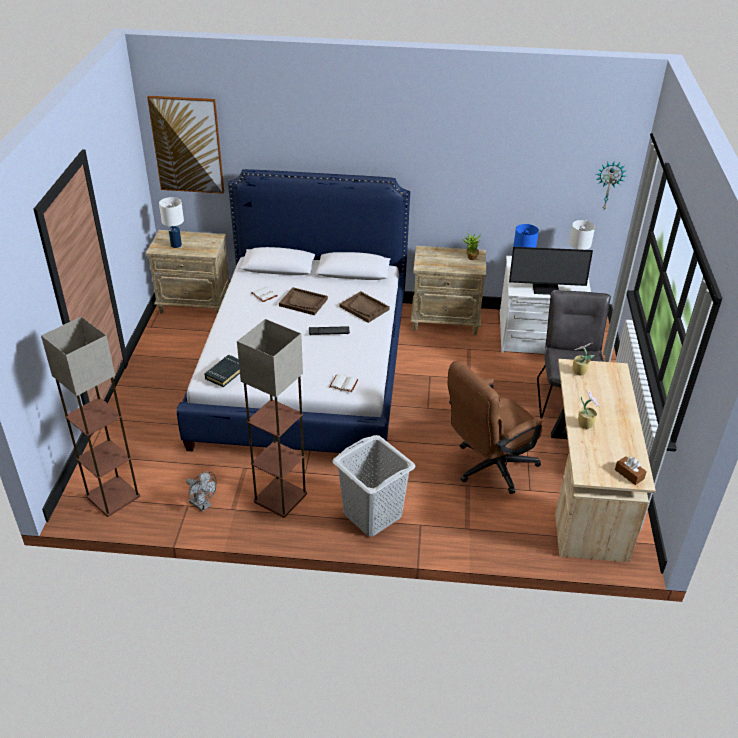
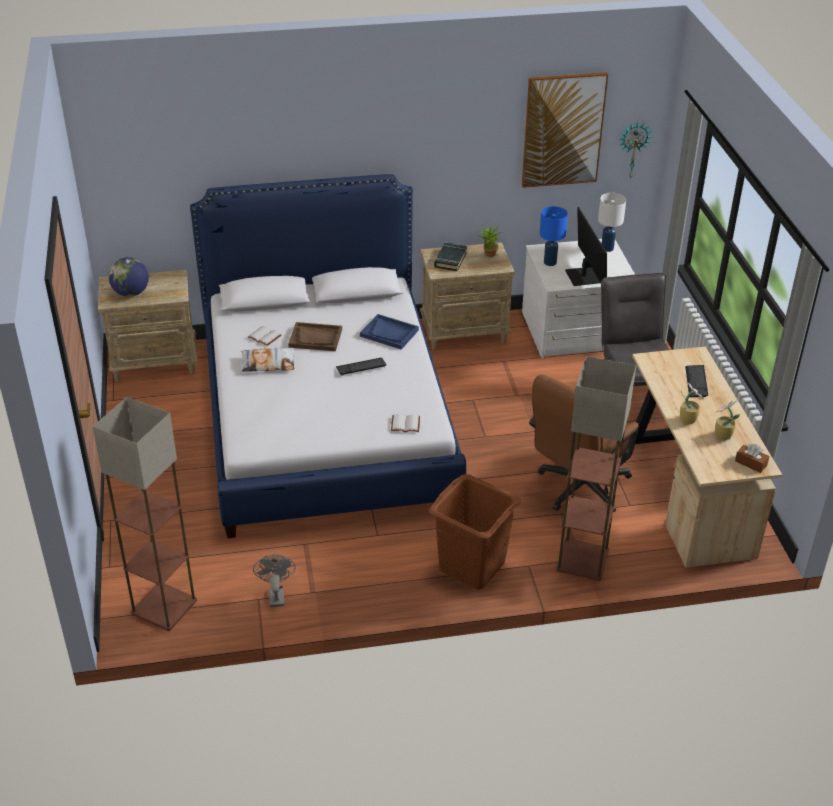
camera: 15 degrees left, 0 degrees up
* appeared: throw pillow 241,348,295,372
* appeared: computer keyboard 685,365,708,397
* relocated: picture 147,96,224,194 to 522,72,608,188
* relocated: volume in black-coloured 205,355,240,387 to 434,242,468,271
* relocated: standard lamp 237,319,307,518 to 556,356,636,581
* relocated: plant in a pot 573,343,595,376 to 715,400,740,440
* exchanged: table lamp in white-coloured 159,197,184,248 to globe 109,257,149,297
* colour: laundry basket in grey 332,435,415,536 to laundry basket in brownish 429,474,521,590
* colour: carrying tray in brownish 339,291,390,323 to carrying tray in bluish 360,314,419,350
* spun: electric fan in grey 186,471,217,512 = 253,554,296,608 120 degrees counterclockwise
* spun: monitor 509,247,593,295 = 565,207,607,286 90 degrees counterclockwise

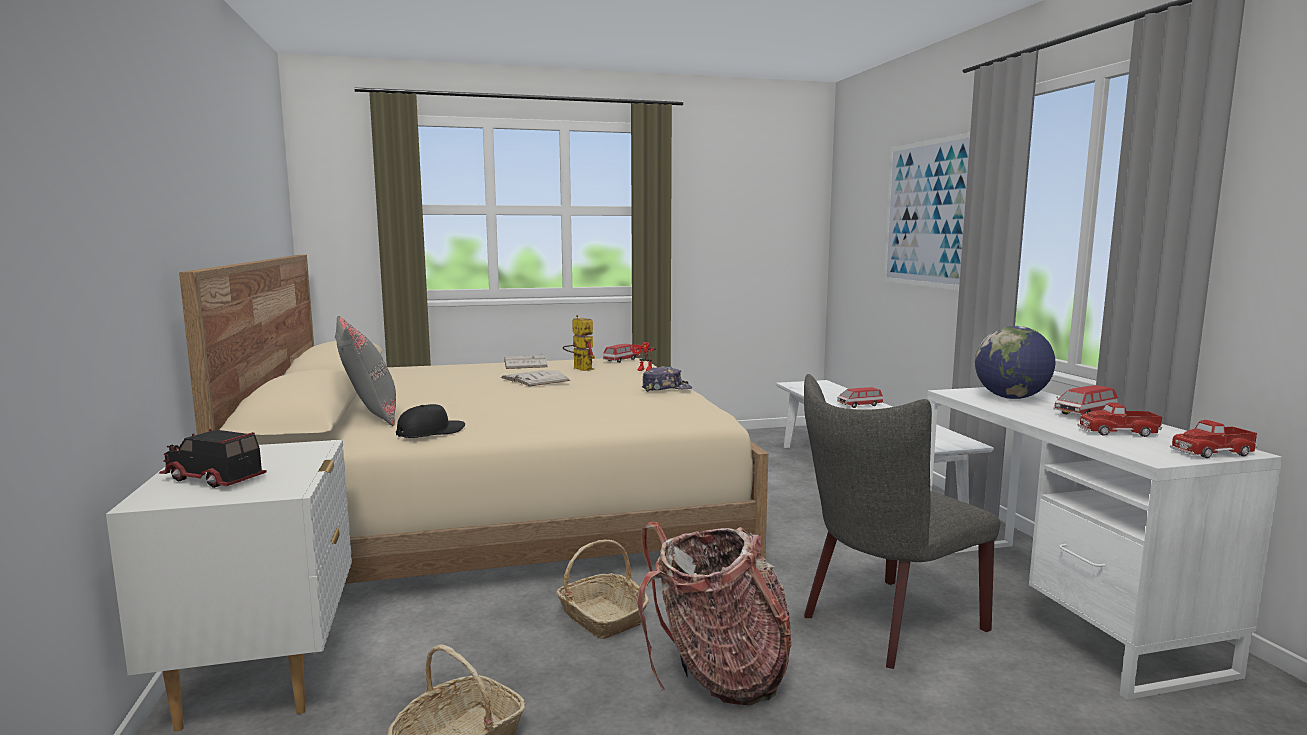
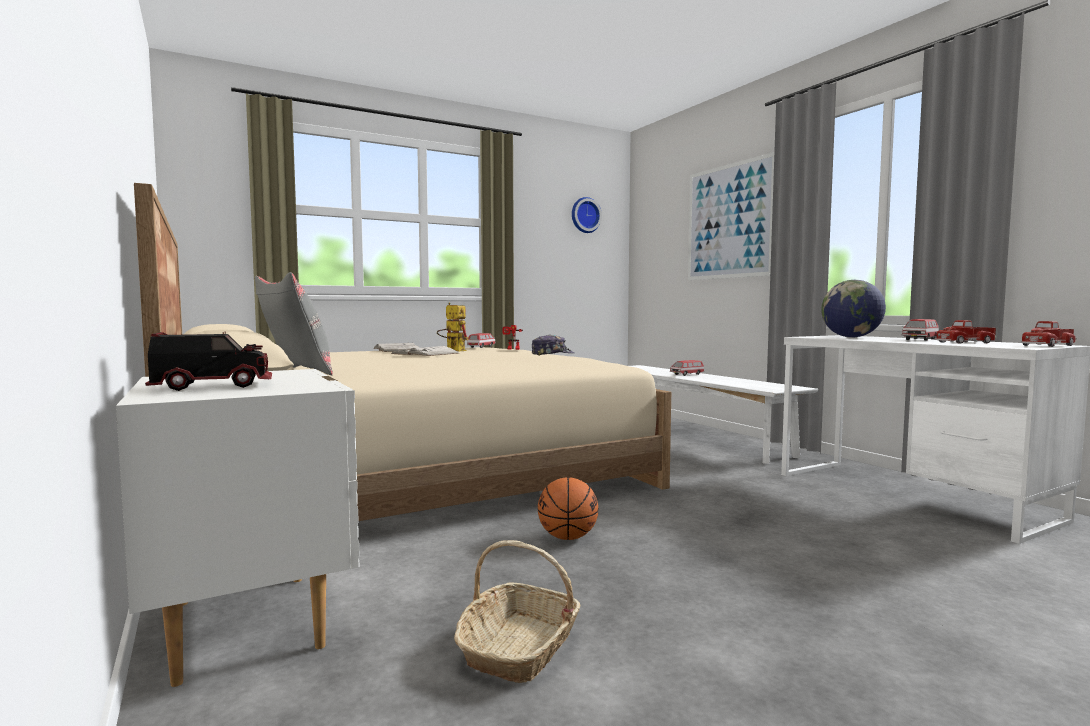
camera: 15 degrees left, 5 degrees down
* missing: baseball cap in black-coloured 396,404,465,438
* missing: rucksack 637,522,791,705
* missing: upright chair in grey 804,374,1000,669
* appeared: wall clock 572,197,602,233
* exchanged: household basket 556,540,649,639 to ball for basketball 538,478,598,540
* spun: toy lorry 158,429,267,488 = 145,331,272,391 150 degrees clockwise

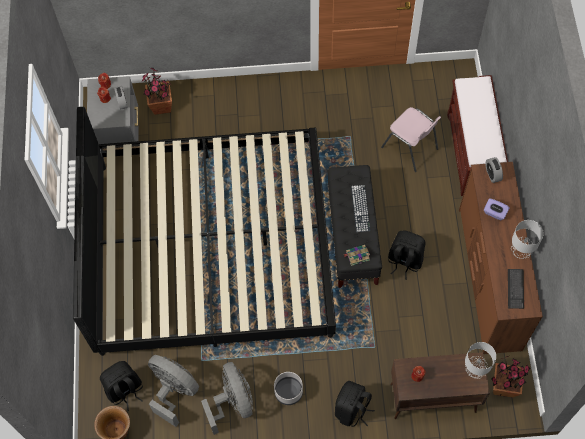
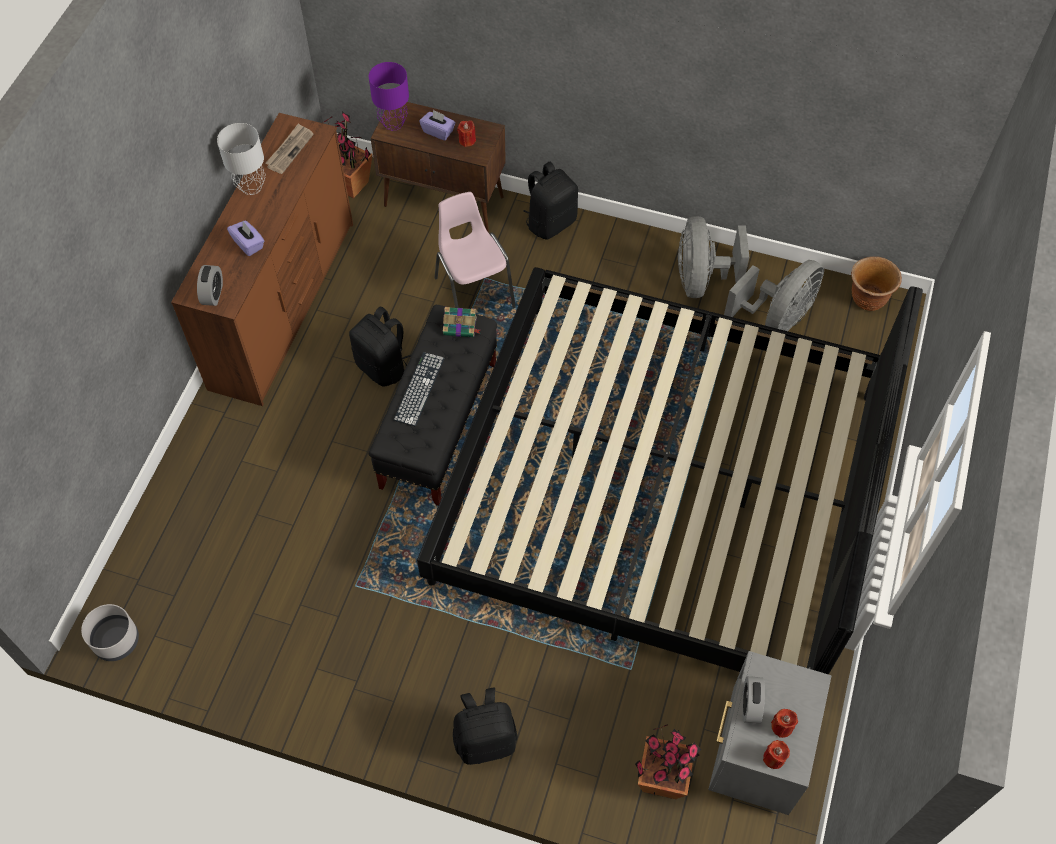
camera: 160 degrees left, 5 degrees down
* missing: indoor bench in brownish 447,75,508,196
* appeared: box of tissues in purple 420,110,456,141
* relocated: rucksack in black-coloured 100,361,143,411 to 453,688,518,765
* relocated: planter in grey 274,372,303,405 to 81,604,139,661
* relocated: upright chair in pink 381,107,441,172 to 434,192,516,308
* exchanged: computer keyboard 508,269,524,309 to daily paper 265,123,314,174
* colour: table lamp in grey 465,342,496,379 to table lamp in purple 369,62,409,131
* spun: electric fan in grey 148,355,199,427 = 724,260,824,331 105 degrees counterclockwise

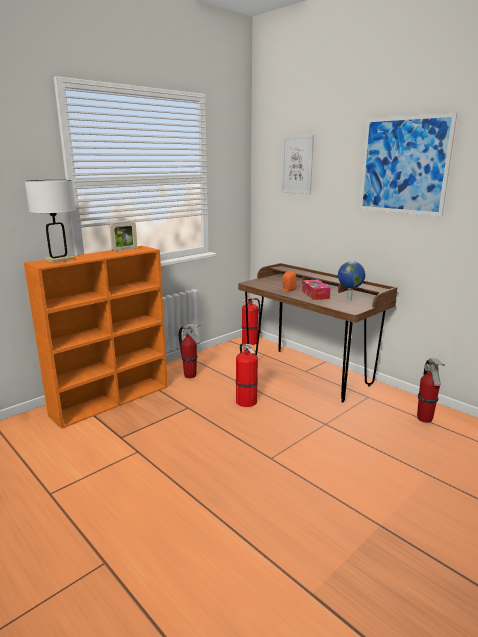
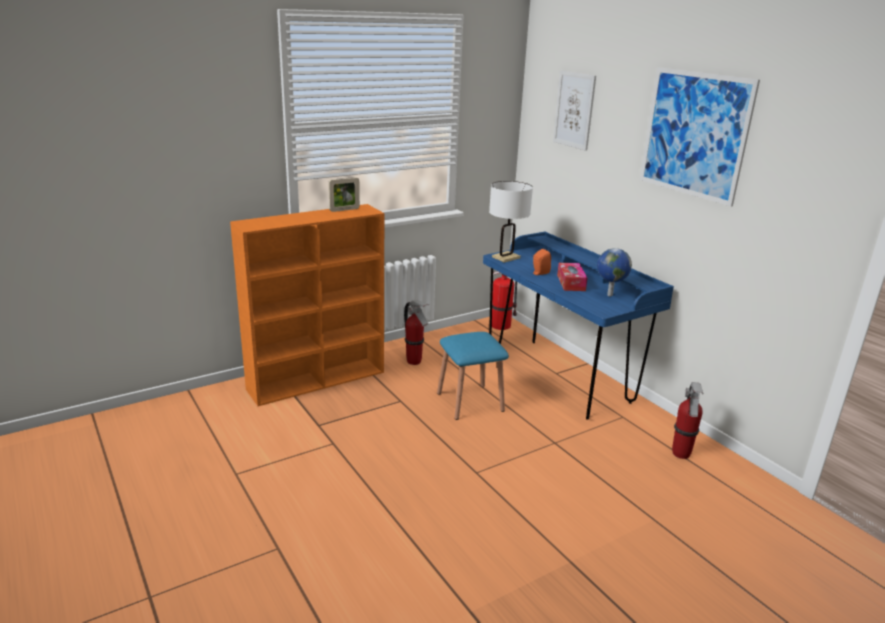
camera: 10 degrees right, 5 degrees up
* relocated: table lamp in white-coloured 25,180,76,263 to 489,181,533,263
* exchanged: extinguisher 236,344,258,407 to stool seat in bluish 437,332,509,420
* colour: desk table in brownish 238,263,397,403 to desk table in bluish 483,232,674,420

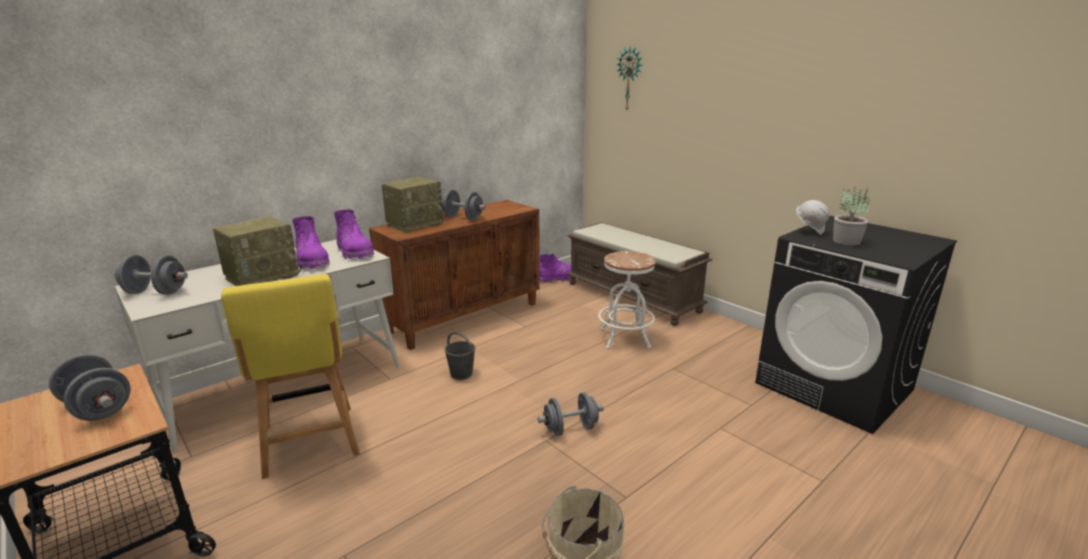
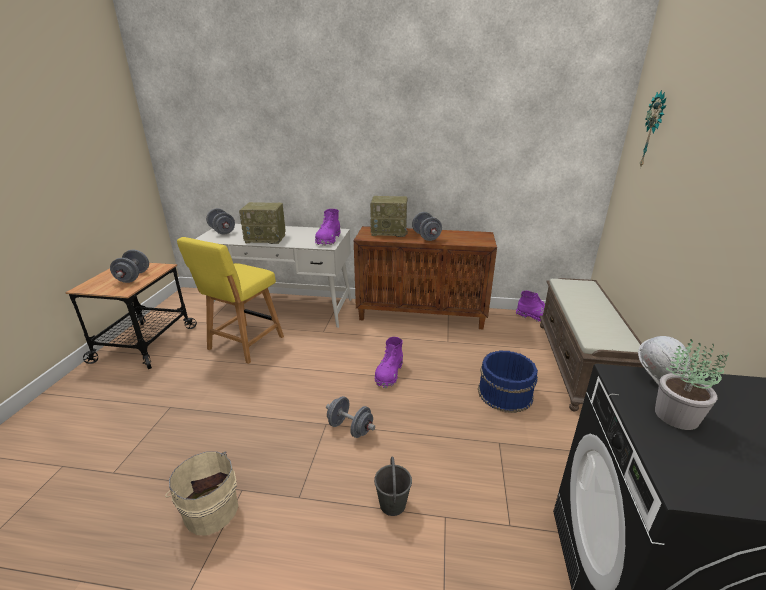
camera: 50 degrees right, 5 degrees up
* relocated: boot in purple 292,216,330,269 to 374,337,403,388
* relocated: bucket in grey 444,332,476,380 to 374,456,412,516
* exchanged: stool seat in white-coloured 598,251,656,349 to bucket in bluish 478,351,538,413

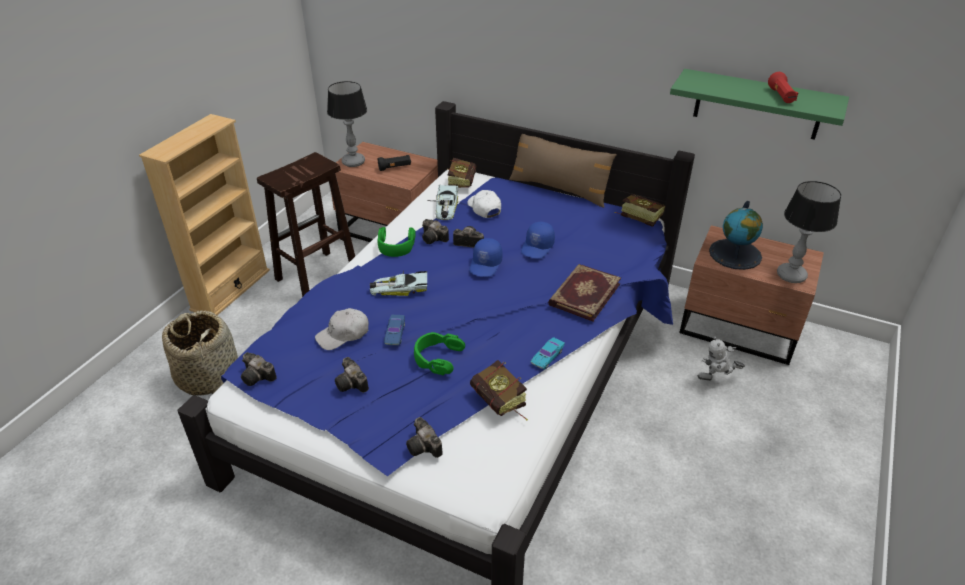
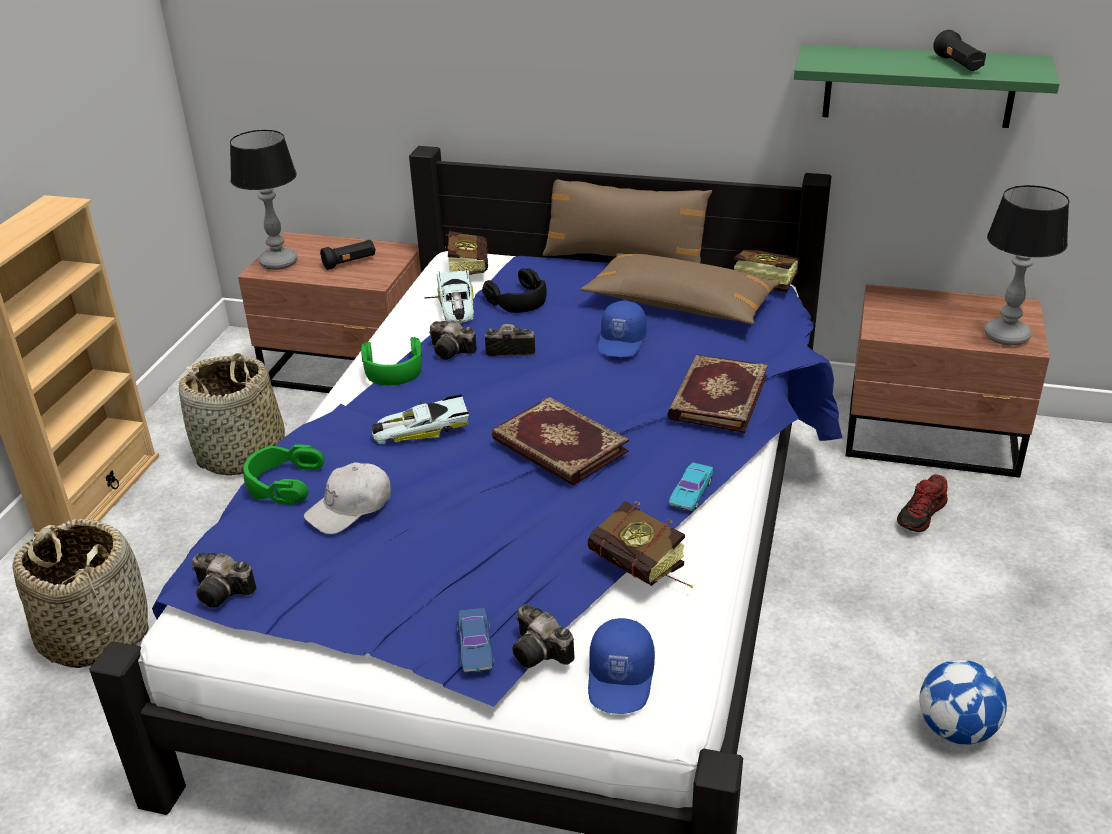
camera: 10 degrees left, 5 degrees down
* missing: still camera 335,357,369,393
* missing: globe 709,201,763,270
* appeared: volume 492,397,629,486
* appeared: throw pillow in brownish 581,253,780,324
* appeared: ball for football 919,660,1007,745
* relocated: toy car in bluish 384,315,405,345 to 457,608,494,672
* relocated: headphones in green-coloured 414,332,465,375 to 243,444,325,505
* relocated: baseball cap in bluish 469,238,503,277 to 588,618,655,714
* exchanged: stool seat in brownish 257,152,355,297 to household basket 179,353,288,476
* exchanged: baseball cap in white-coloured 467,190,501,218 to headphones in black-coloured 482,268,547,313
* exchanged: robot figure 698,336,745,381 to shoe 897,474,948,532
* colour: flashlight in reddish 768,72,798,103 to flashlight in black-coloured 933,30,986,71

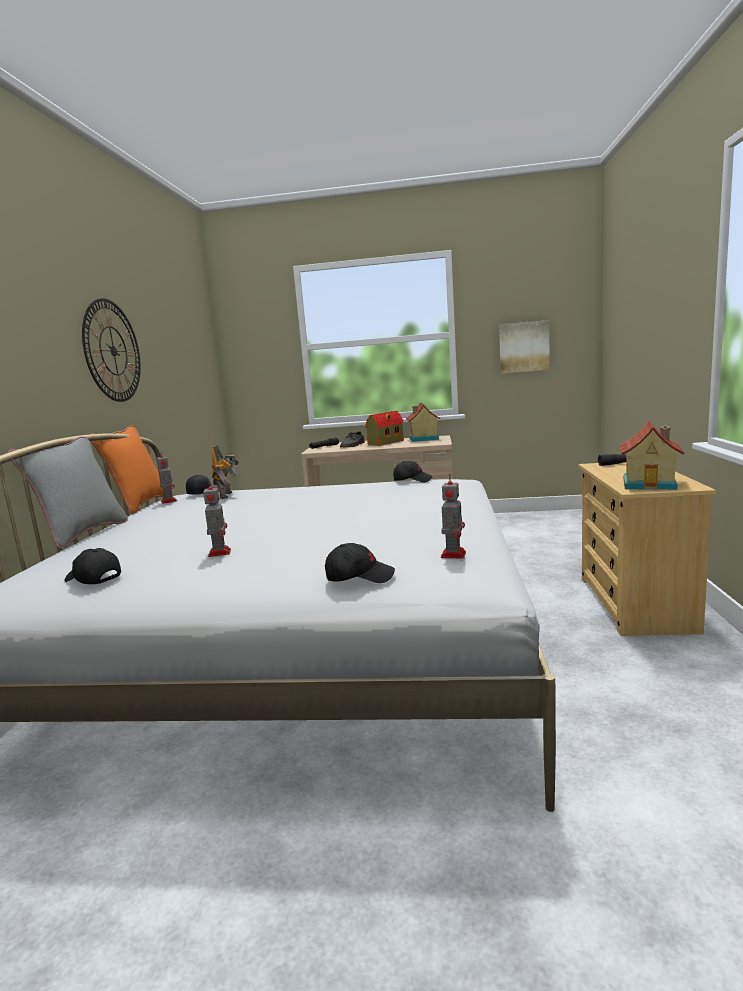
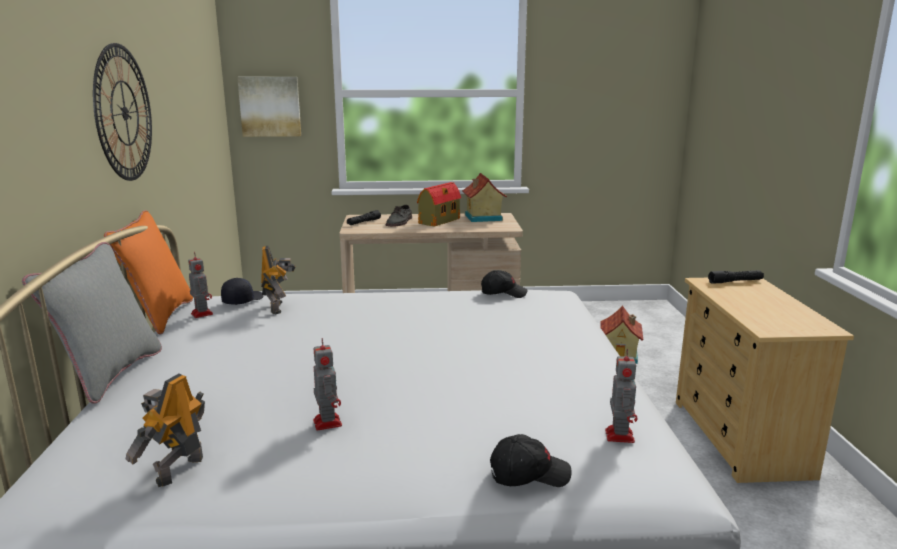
camera: 10 degrees left, 5 degrees up
* relocated: picture 499,320,550,374 to 237,77,301,137
* relocated: model house 620,420,684,490 to 600,305,643,364
* exchanged: baseball cap in black-coloured 64,548,121,584 to robot figure 126,374,205,487

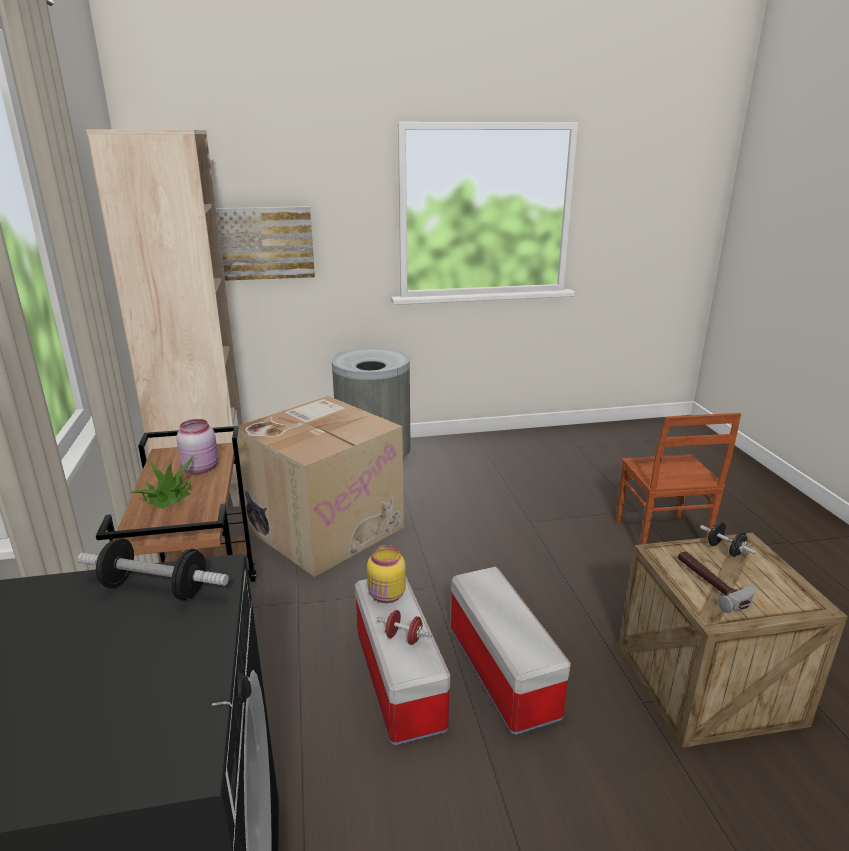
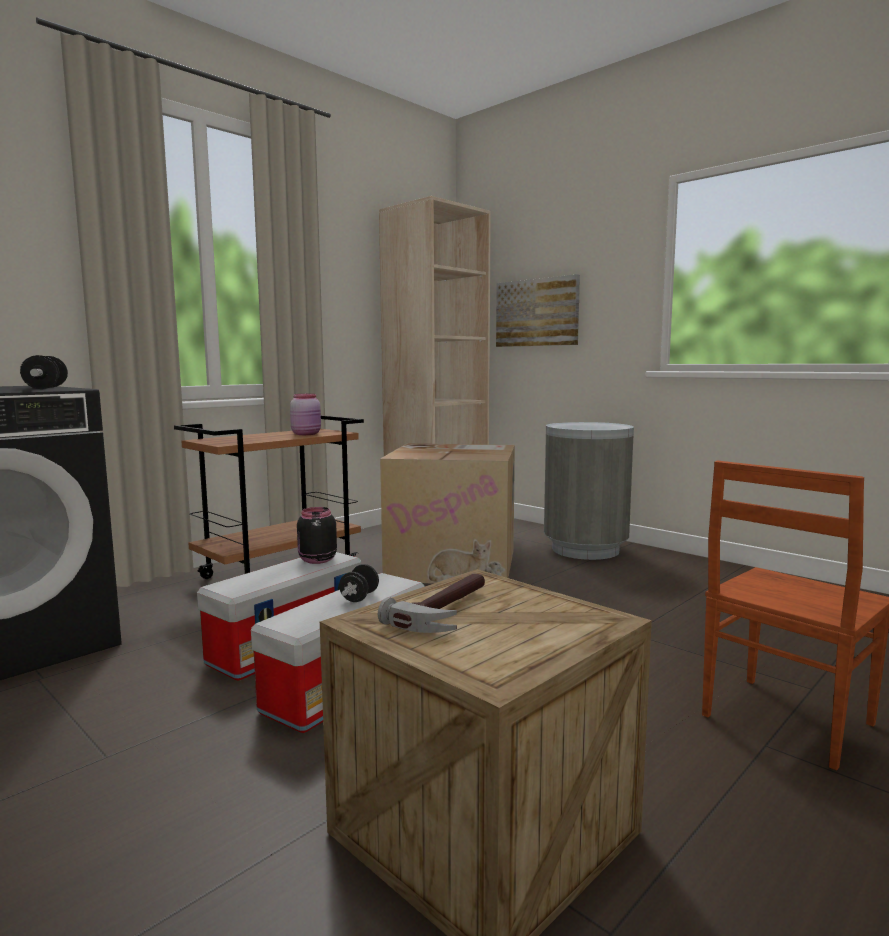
camera: 55 degrees right, 15 degrees down
* missing: plant in a pot 130,455,195,509
* missing: dumbbell in reddish 376,610,433,645
* relocated: dumbbell in black-coloured 700,522,756,557 to 339,564,379,602
* colour: jar in yellow 367,545,406,603 to jar in black-coloured 297,507,337,564

